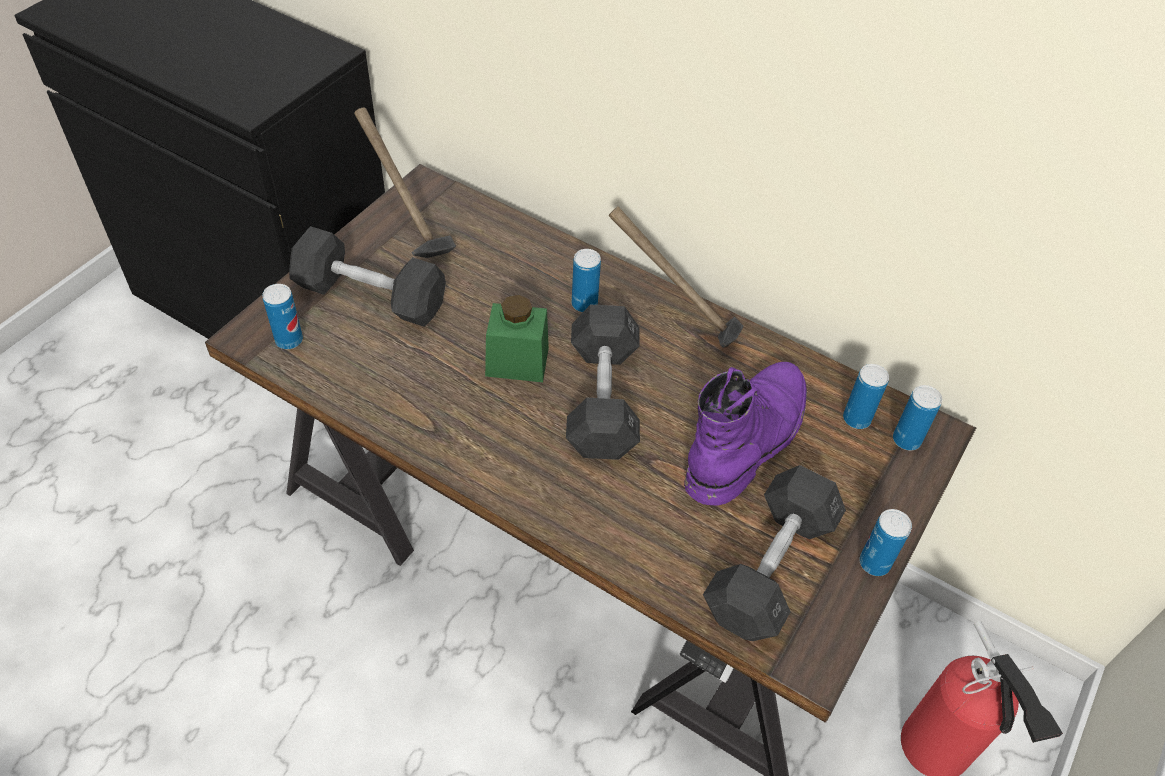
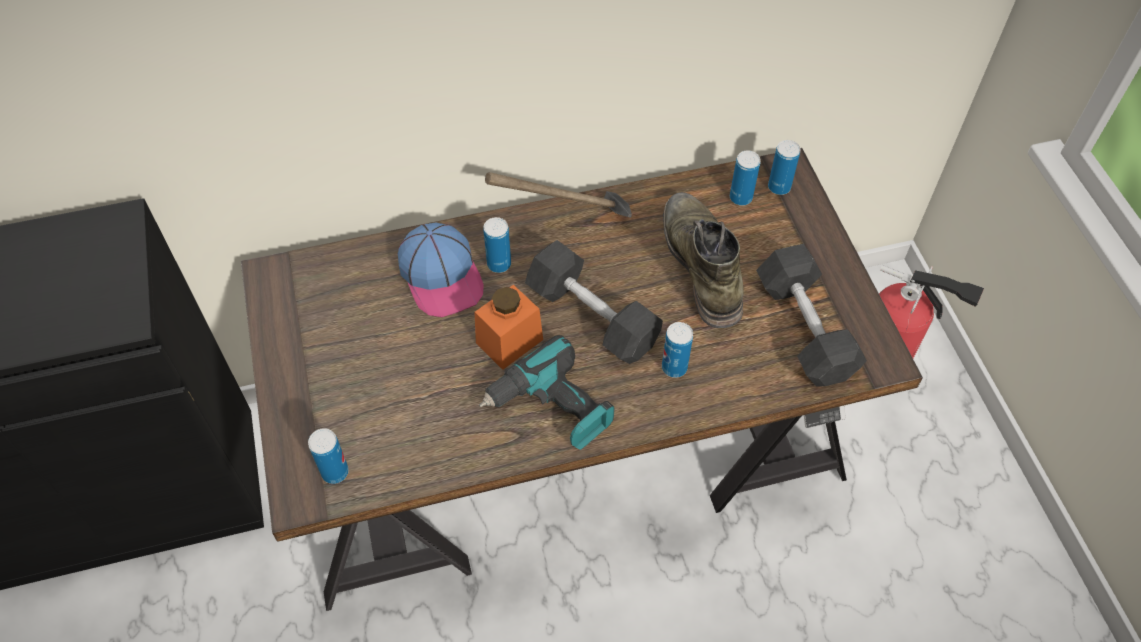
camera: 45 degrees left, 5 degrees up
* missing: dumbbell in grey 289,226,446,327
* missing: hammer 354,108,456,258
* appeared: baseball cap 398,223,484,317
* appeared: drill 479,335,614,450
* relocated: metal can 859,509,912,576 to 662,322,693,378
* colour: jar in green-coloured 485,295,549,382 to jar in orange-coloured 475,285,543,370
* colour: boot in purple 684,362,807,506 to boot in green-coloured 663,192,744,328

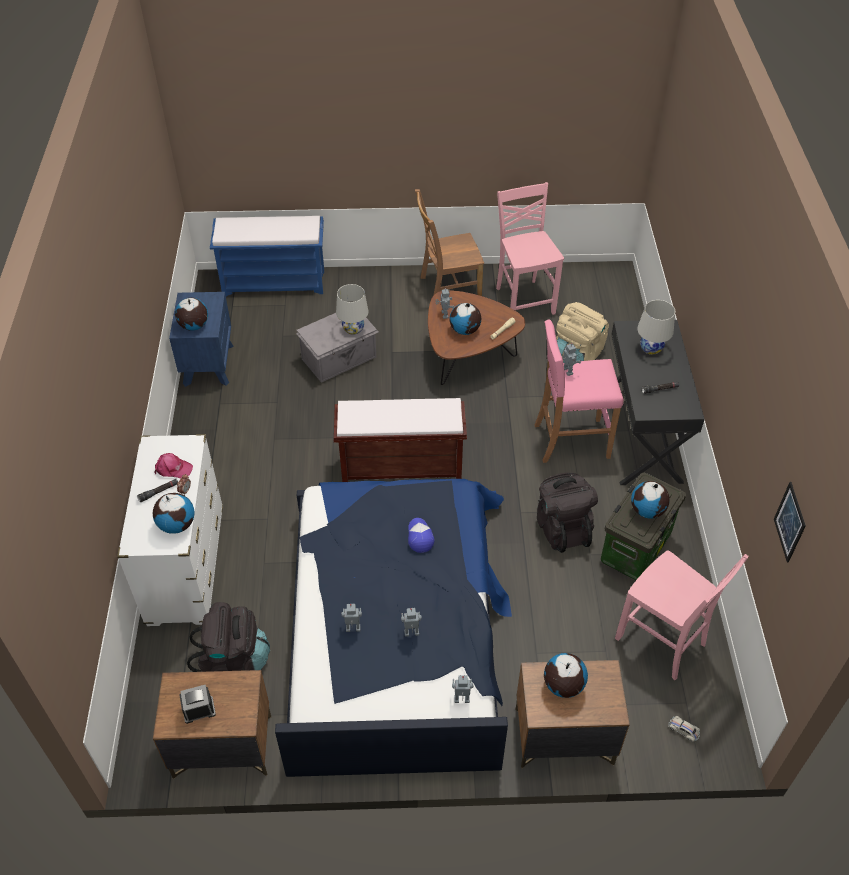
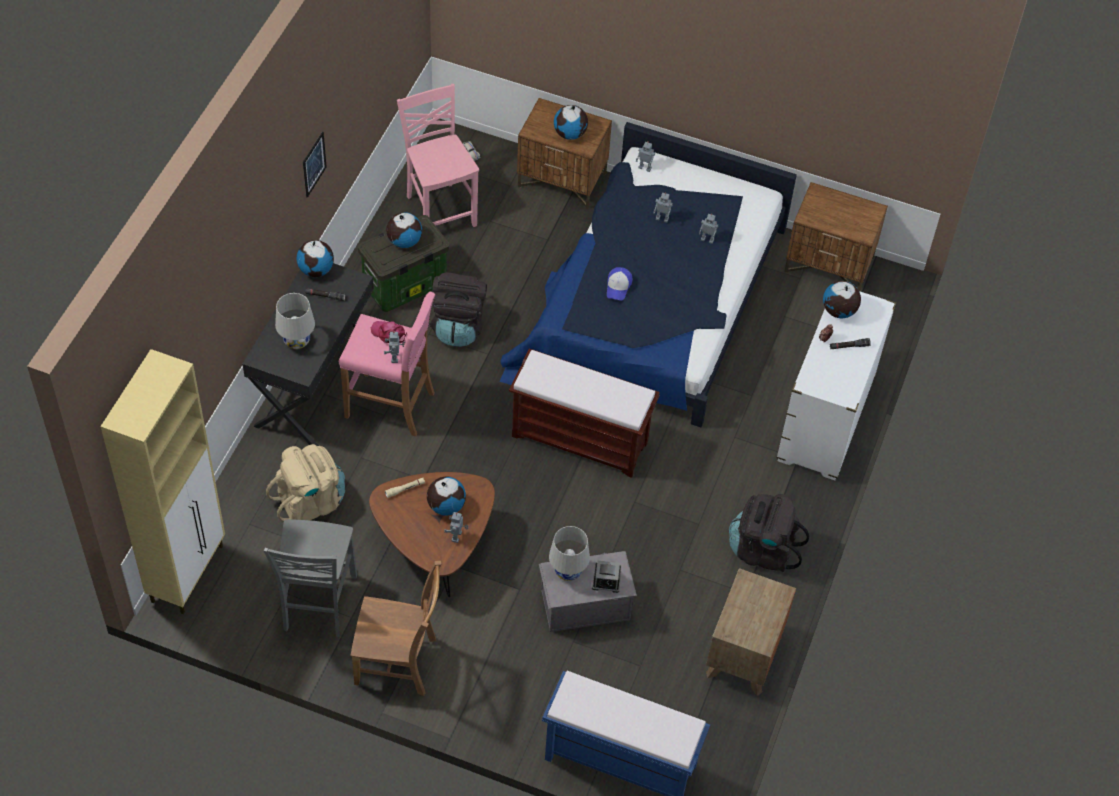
camera: 160 degrees left, 5 degrees up
* appeared: cupboard in beige 100,349,225,615
* relocated: baseball cap in pink 154,453,193,478 to 371,321,407,343
* relocated: globe 175,298,208,331 to 296,240,334,277
* relocated: table clock 180,685,216,724 to 592,561,621,593
* relocated: rucksack in black-coloured 187,602,270,672 to 729,494,809,572
* relocated: picture 774,482,806,562 to 303,132,327,198
* colour: night table in bluish 169,292,234,387 to night table in brownish 706,568,796,696
* colour: upright chair in pink 496,182,564,315 to upright chair in grey 264,519,357,637

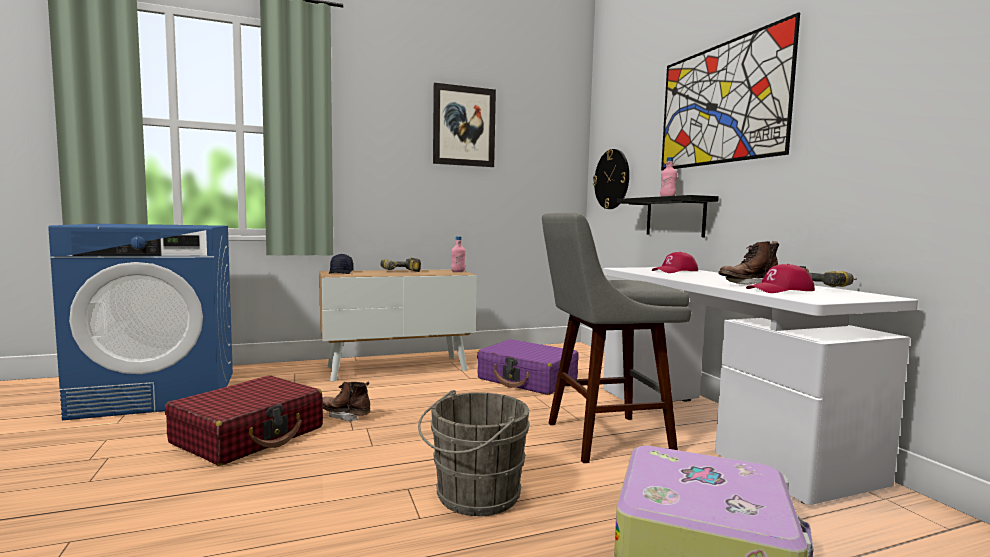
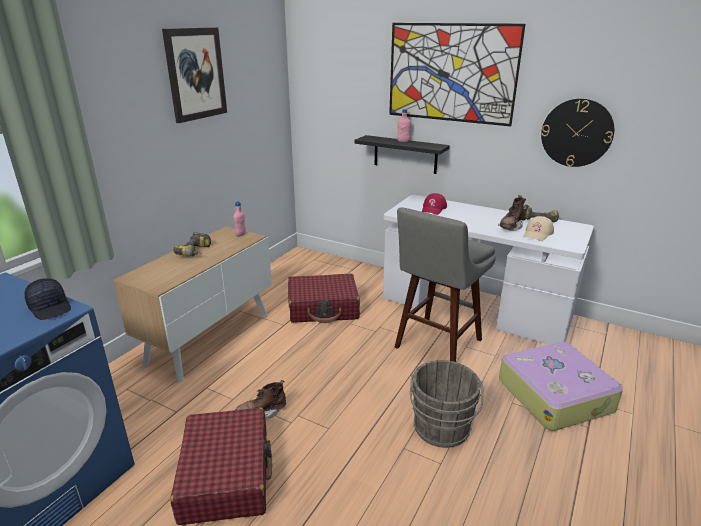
camera: 40 degrees left, 20 degrees up
* relocated: baseball cap in black-coloured 329,254,353,274 to 25,278,71,320
* relocated: wall clock 593,149,629,209 to 541,98,614,167
* colour: travel case in purple 477,339,579,395 to travel case in reddish 288,274,360,323
* colour: baseball cap in reddish 746,264,815,293 to baseball cap in beige 524,216,554,241

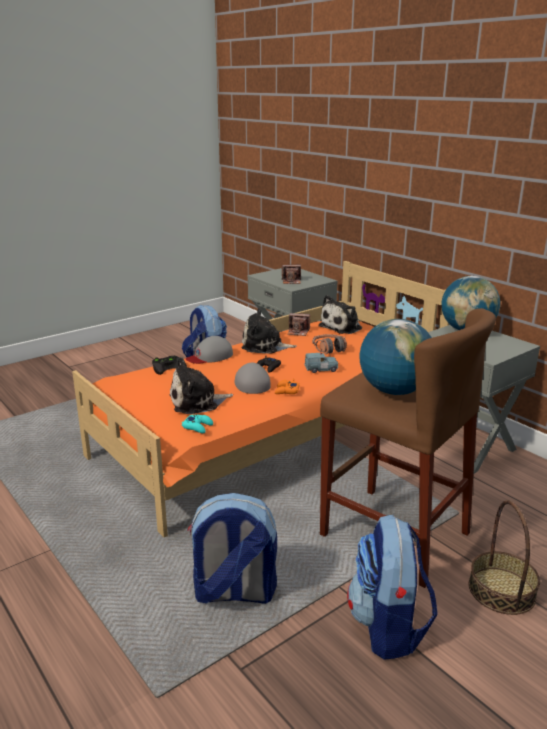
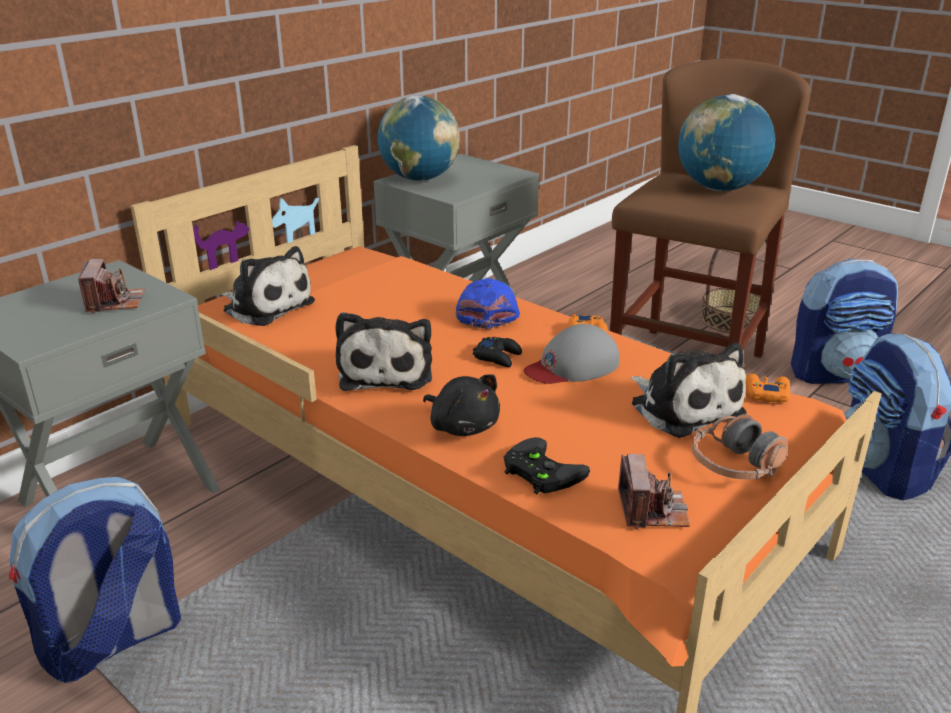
camera: 100 degrees left, 5 degrees up
* relocated: still camera 287,313,310,336 to 618,454,690,530
* relocated: headphones 312,334,347,354 to 692,414,788,479
* exchanged: baseball cap in grey 186,336,233,364 to plush toy in black-coloured 423,374,500,436
* exchanged: toy car in bluish 305,352,338,373 to baseball cap in bluish 456,278,520,329
* colour: game controller in blue-green 182,414,213,433 to game controller in orange-coloured 746,374,790,402

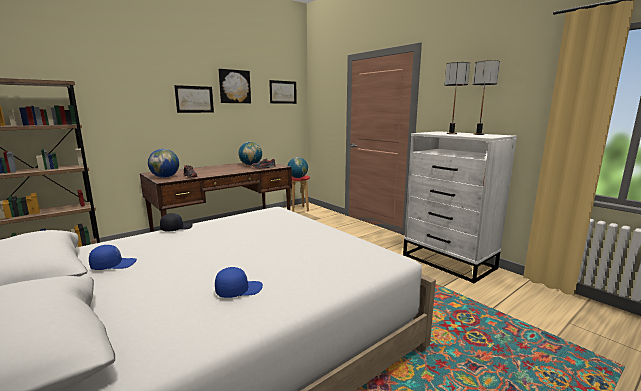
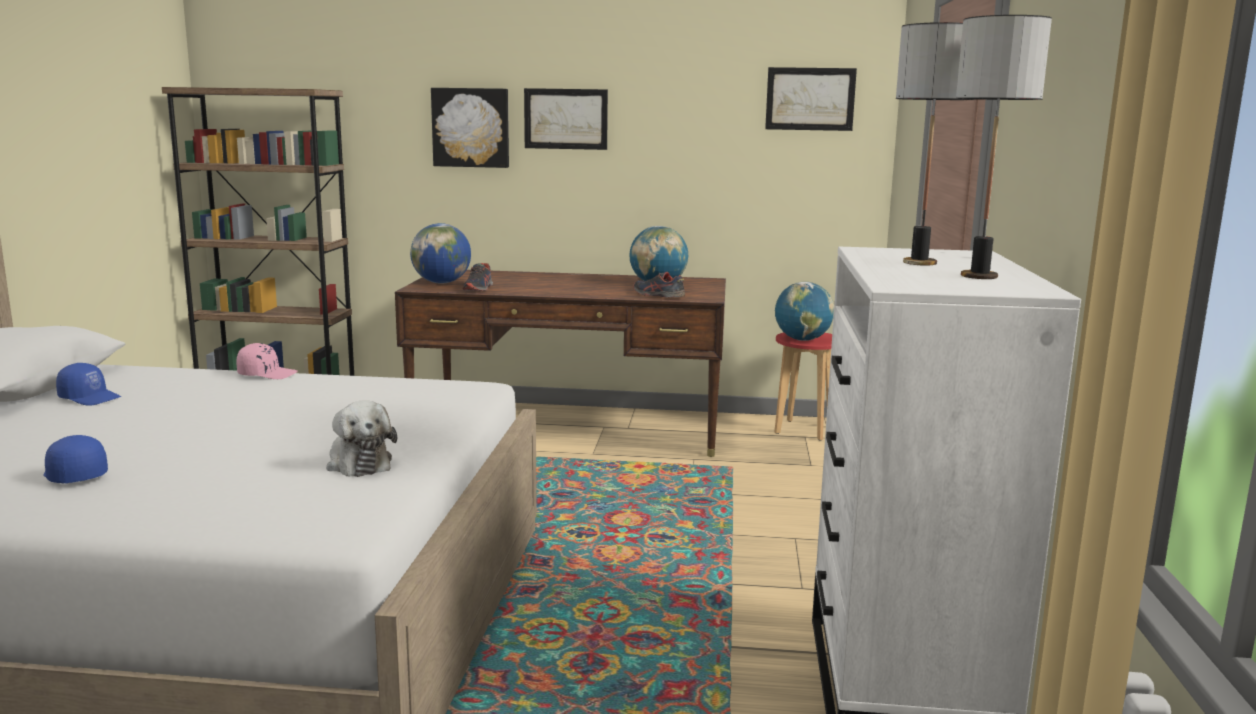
camera: 45 degrees right, 0 degrees up
* appeared: plush toy 326,401,397,477
* relocated: picture 219,69,251,103 to 431,88,509,168
* colour: baseball cap in black-coloured 160,213,193,232 to baseball cap in pink 236,343,298,379
* spun: baseball cap in bluish 215,267,263,298 = 43,435,108,483 150 degrees counterclockwise

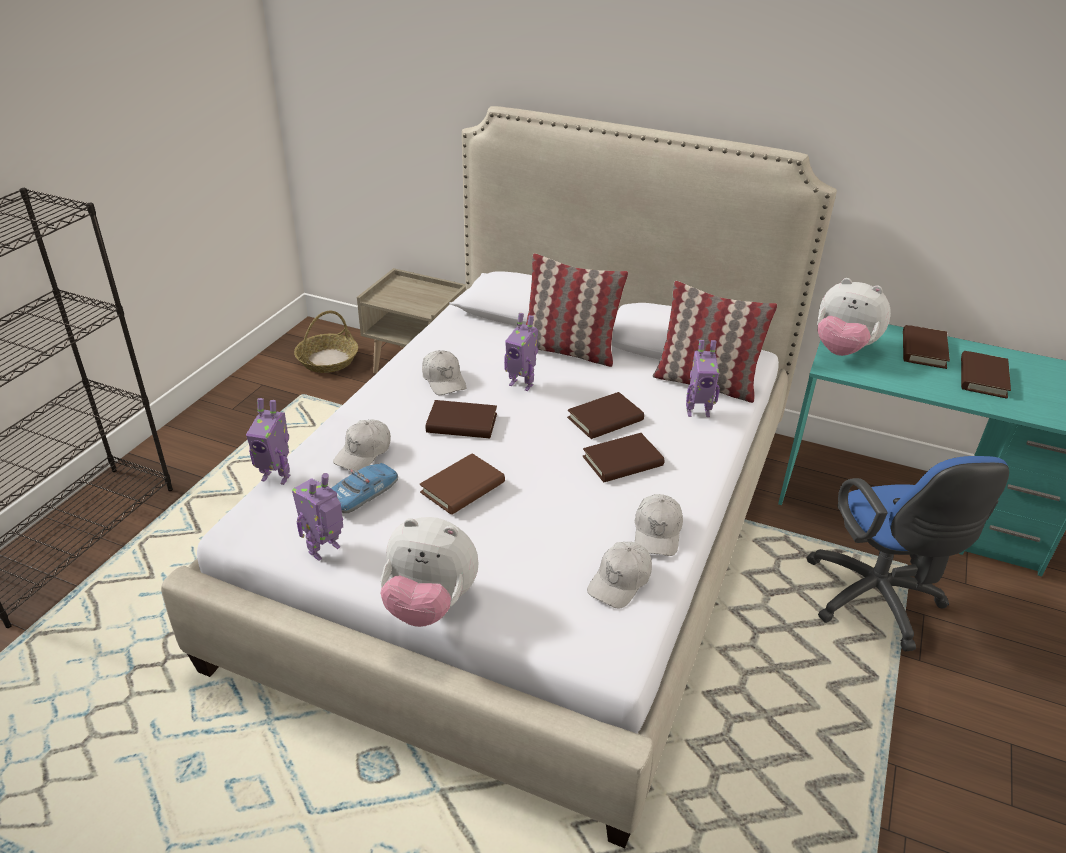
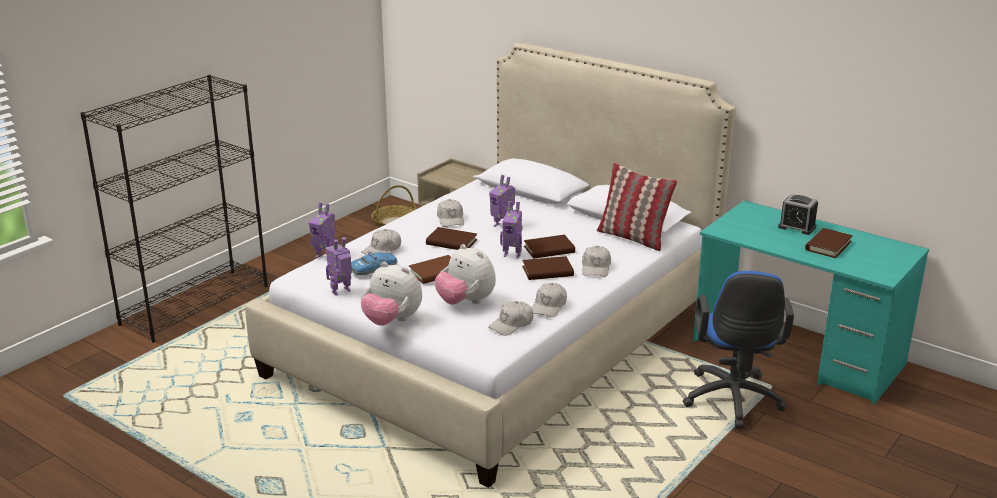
camera: 15 degrees right, 10 degrees down
* missing: throw pillow 526,253,628,367
* appeared: baseball cap in white-coloured 582,246,611,277
* relocated: robot figure 686,340,720,417 to 500,201,523,258
* relocated: plush toy 817,278,891,356 to 435,244,496,305
* exchanged: volume in brownish 903,325,950,369 to table clock 778,194,818,235

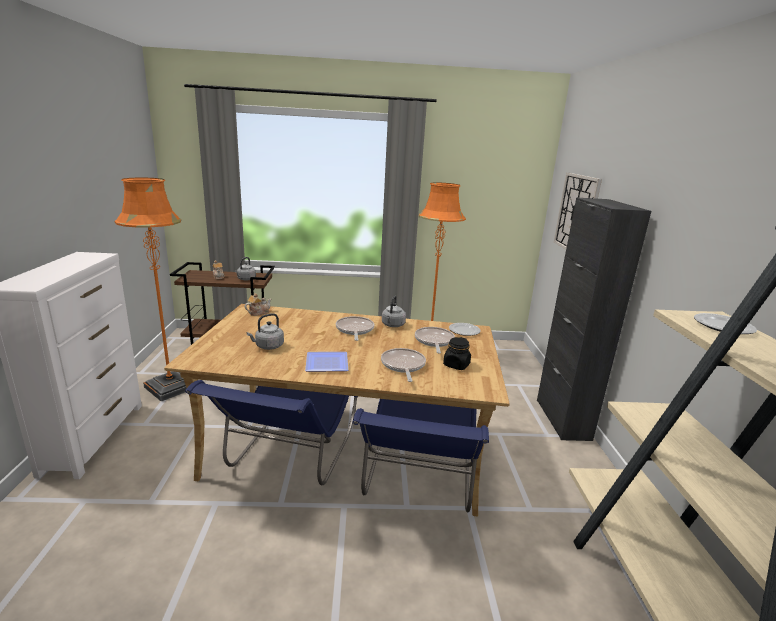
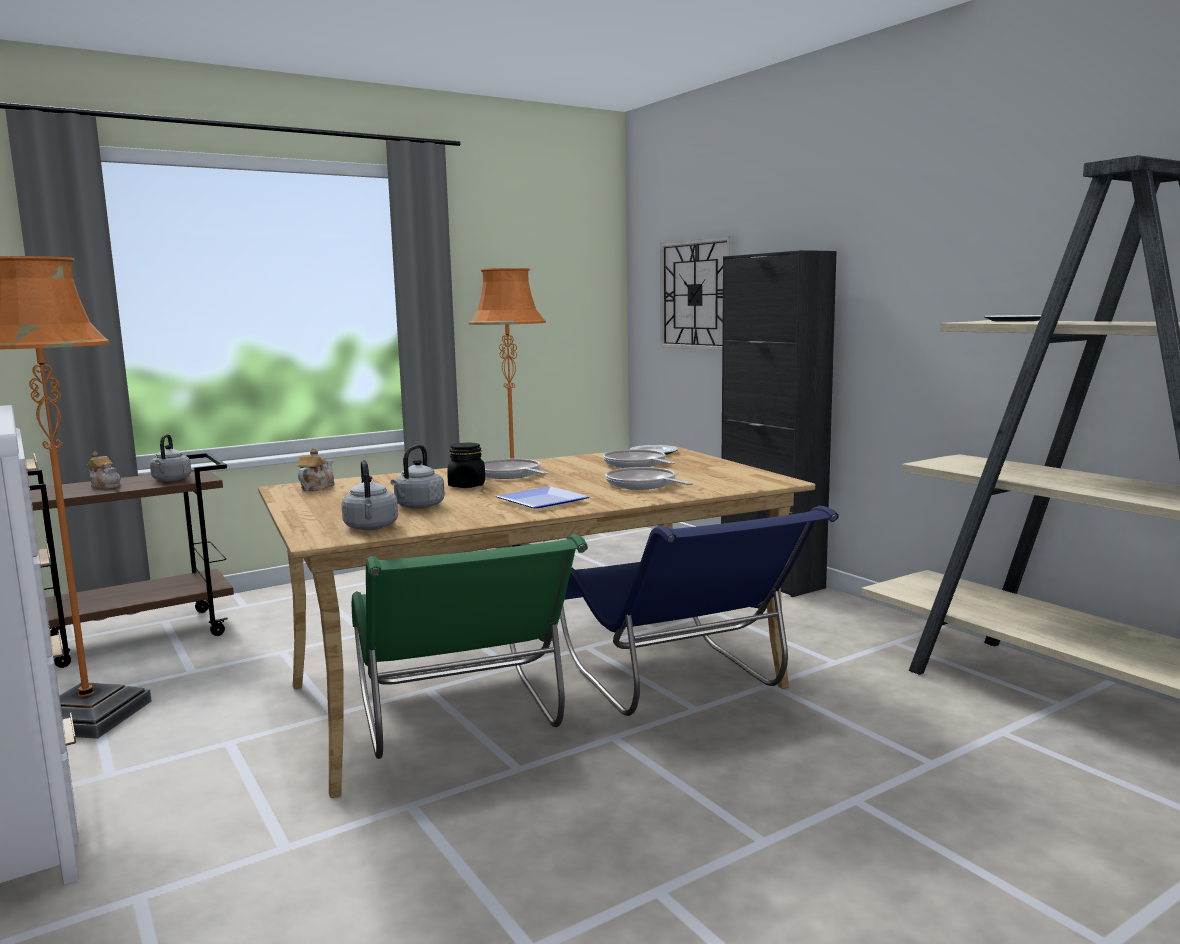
camera: 30 degrees left, 10 degrees down
* relocated: tea kettle in grey 382,296,406,327 to 341,460,398,530
* relocated: jar in black-coloured 443,337,471,370 to 447,443,485,488
* colour: upright chair in bluish 185,380,358,486 to upright chair in green-coloured 352,534,588,759

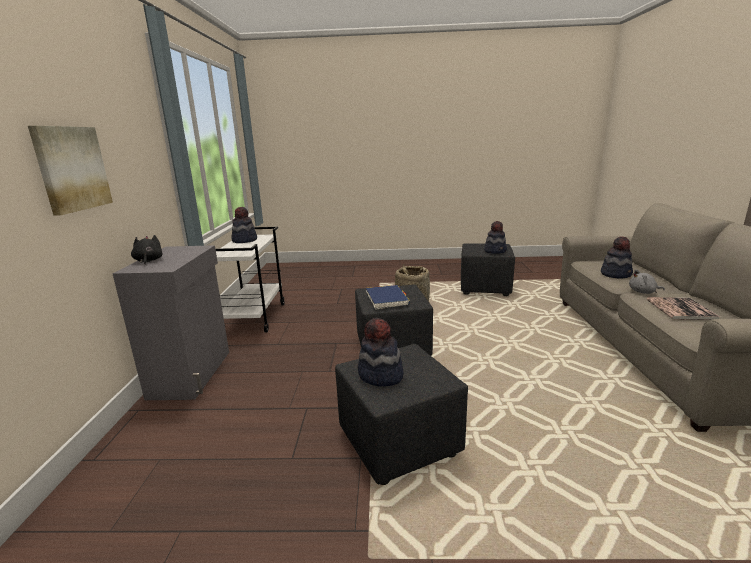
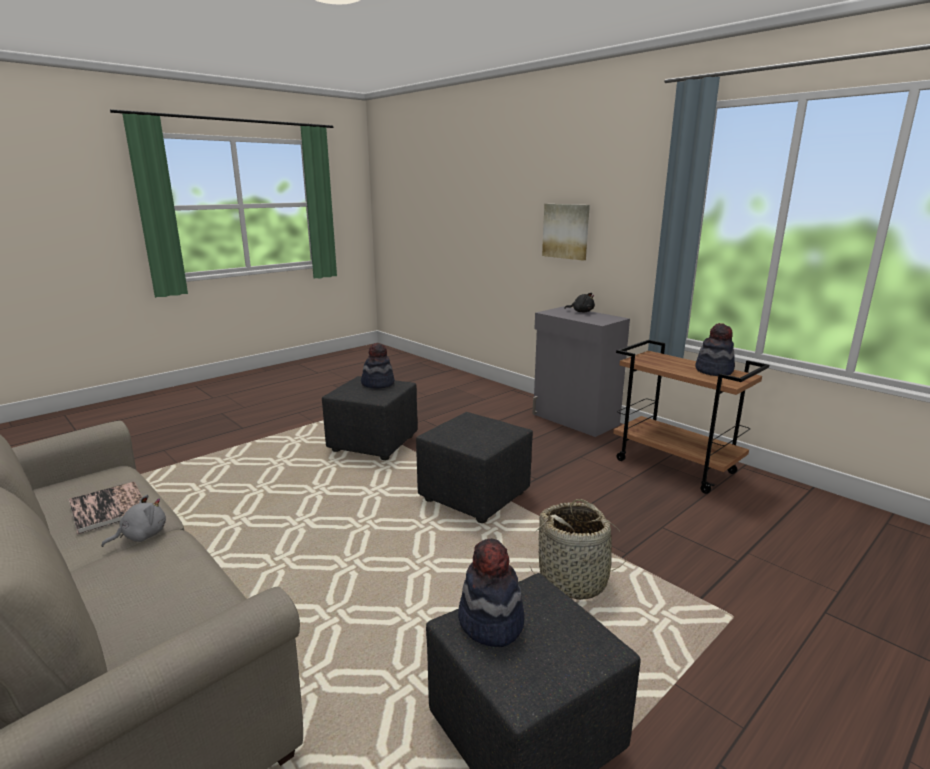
camera: 135 degrees right, 0 degrees up
* missing: volume in bluish 366,285,410,310
* missing: wearable hat 601,236,633,279
* colour: trolley in white-coloured 208,227,285,333 to trolley in brownish 613,340,769,494

